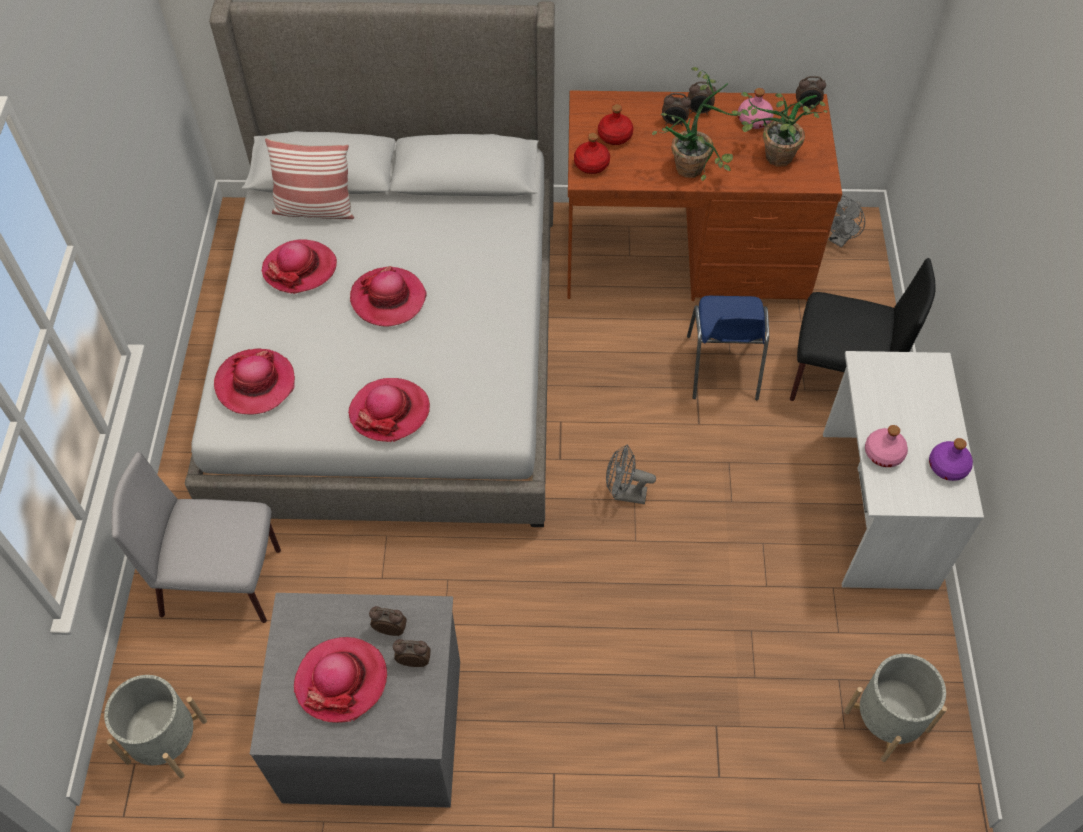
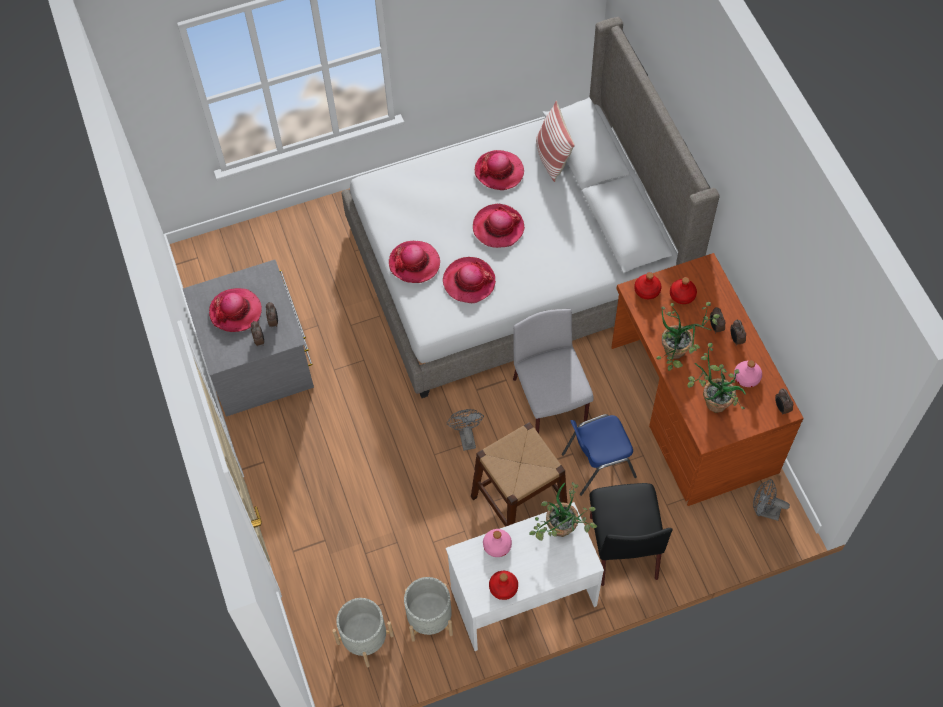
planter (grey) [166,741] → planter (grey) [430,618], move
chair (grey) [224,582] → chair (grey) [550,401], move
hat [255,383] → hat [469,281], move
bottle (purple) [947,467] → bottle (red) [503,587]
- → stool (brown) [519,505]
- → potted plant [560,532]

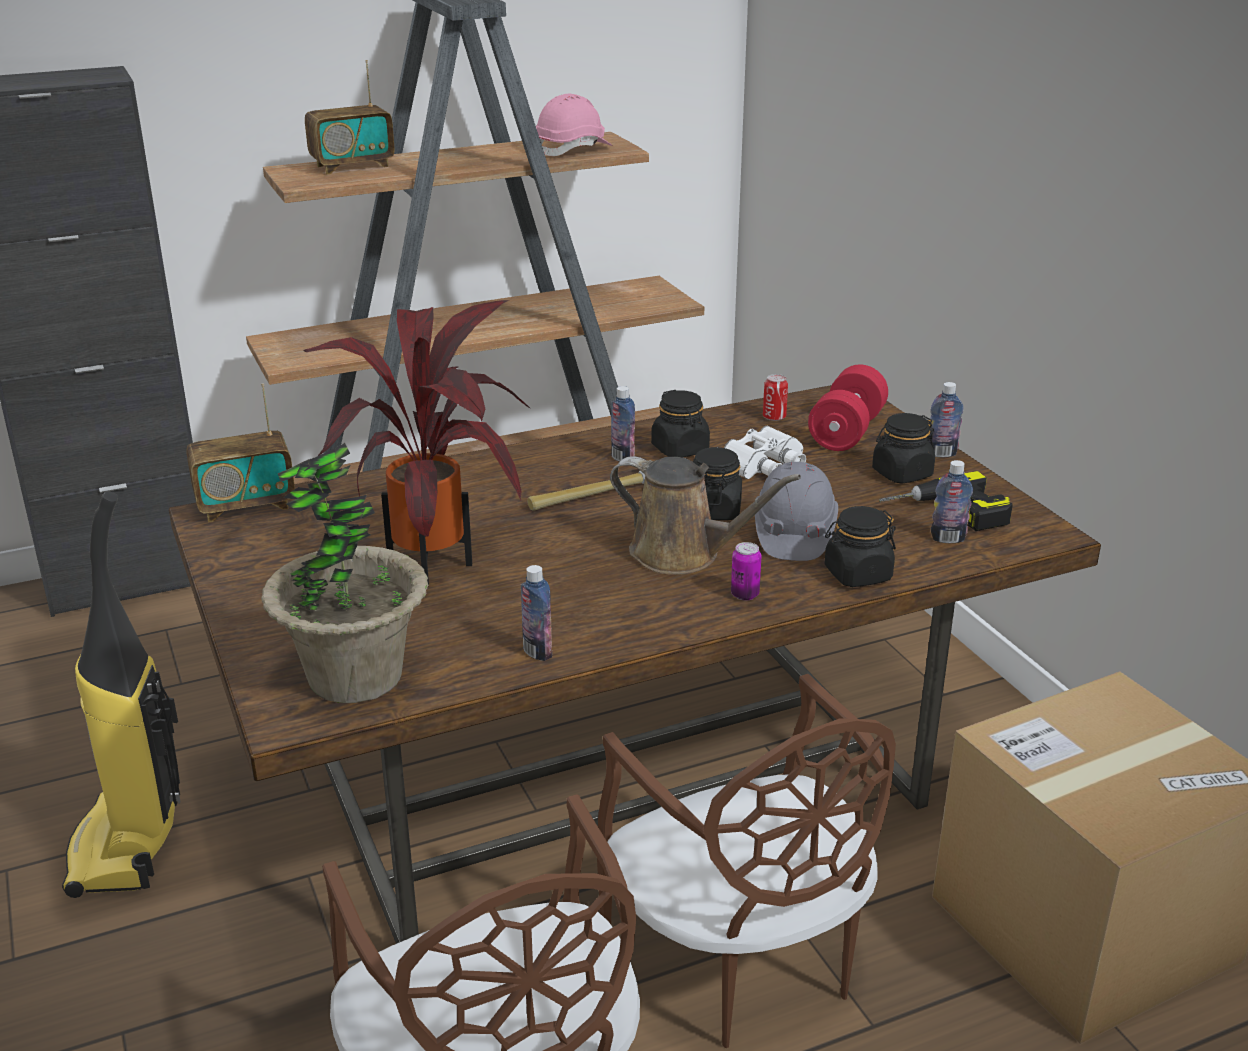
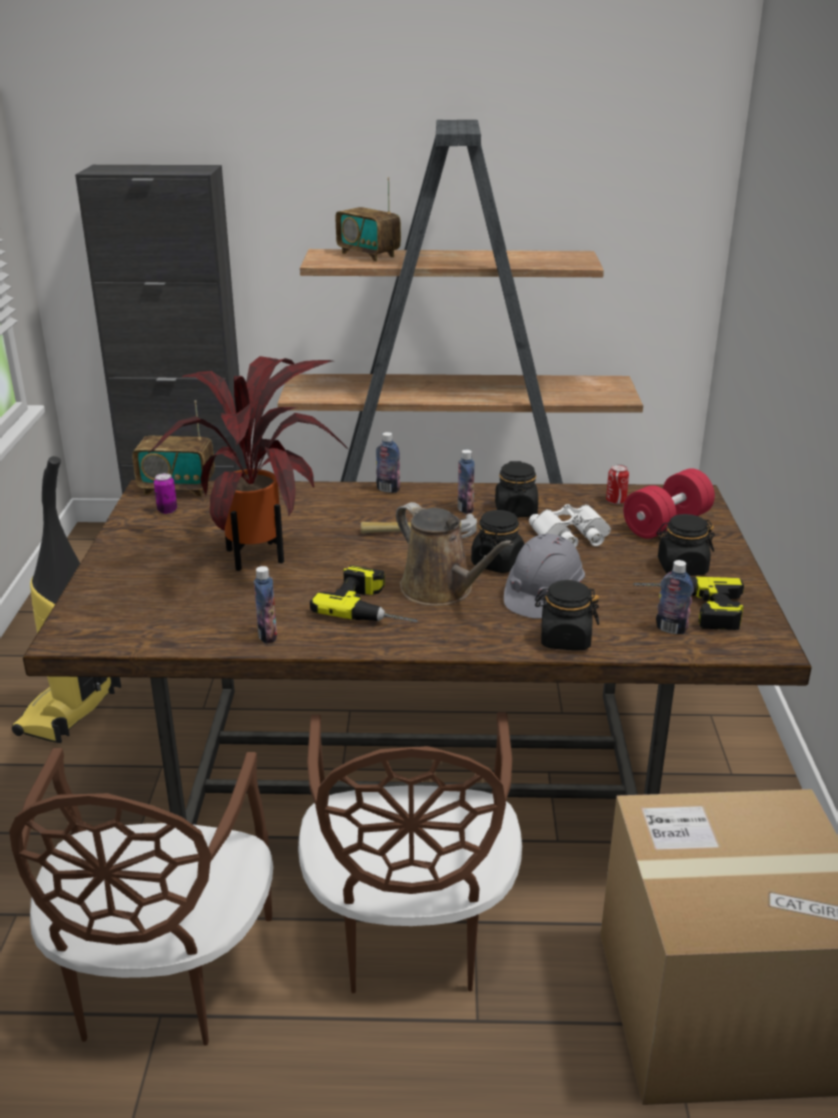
potted plant [355,676] → -
radio [352,166] → radio [368,255], 45 degrees clockwise
hard hat (pink) [573,150] → -
can [745,595] → can [167,510], move
bottle [941,453] → bottle [388,489], move
- → power drill [374,606]

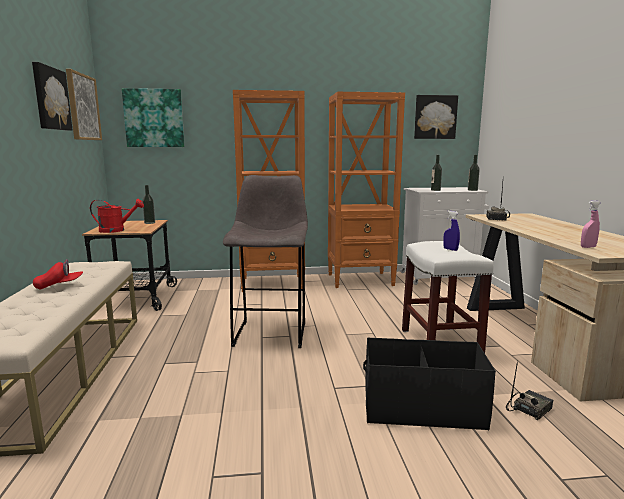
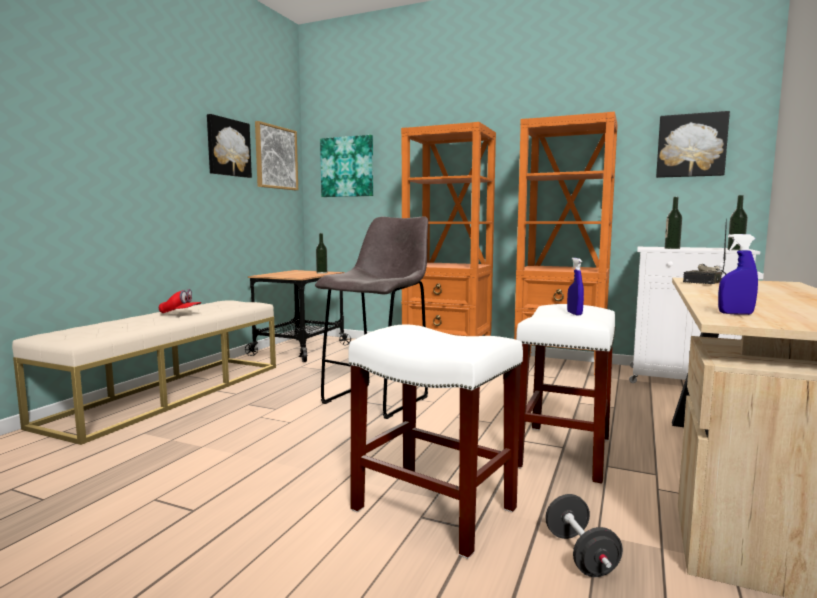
watering can (red) [116,230] → -
storage box (black) [422,408] → stool (white) [432,509]
radio [528,408] → dumbbell (black) [580,555]
spray bottle (pink) [588,247] → spray bottle (blue) [735,314]

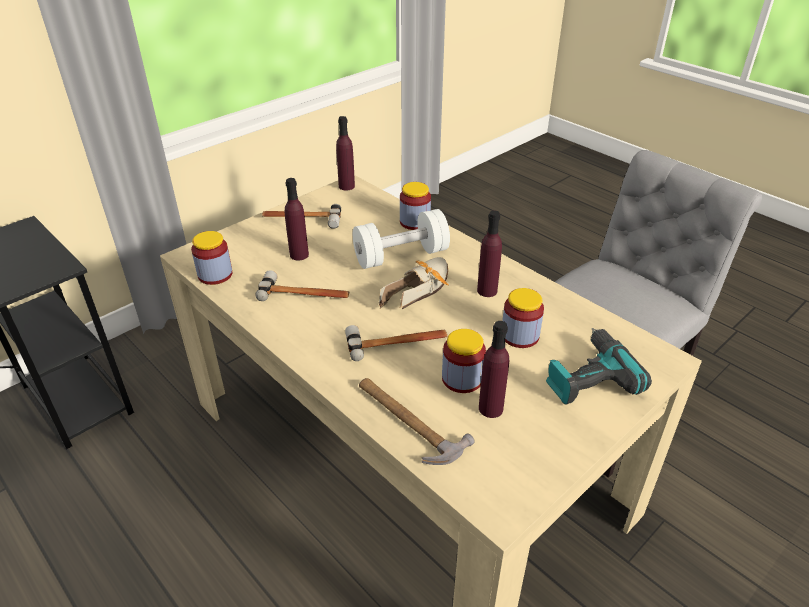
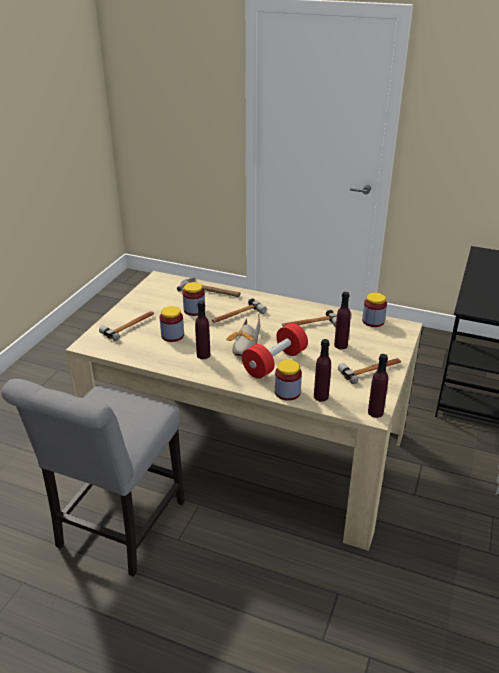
dumbbell (white) [401,256] → dumbbell (red) [275,362]
bottle (purple) [490,408] → bottle (purple) [321,396], move
power drill [588,376] → hammer [130,326]

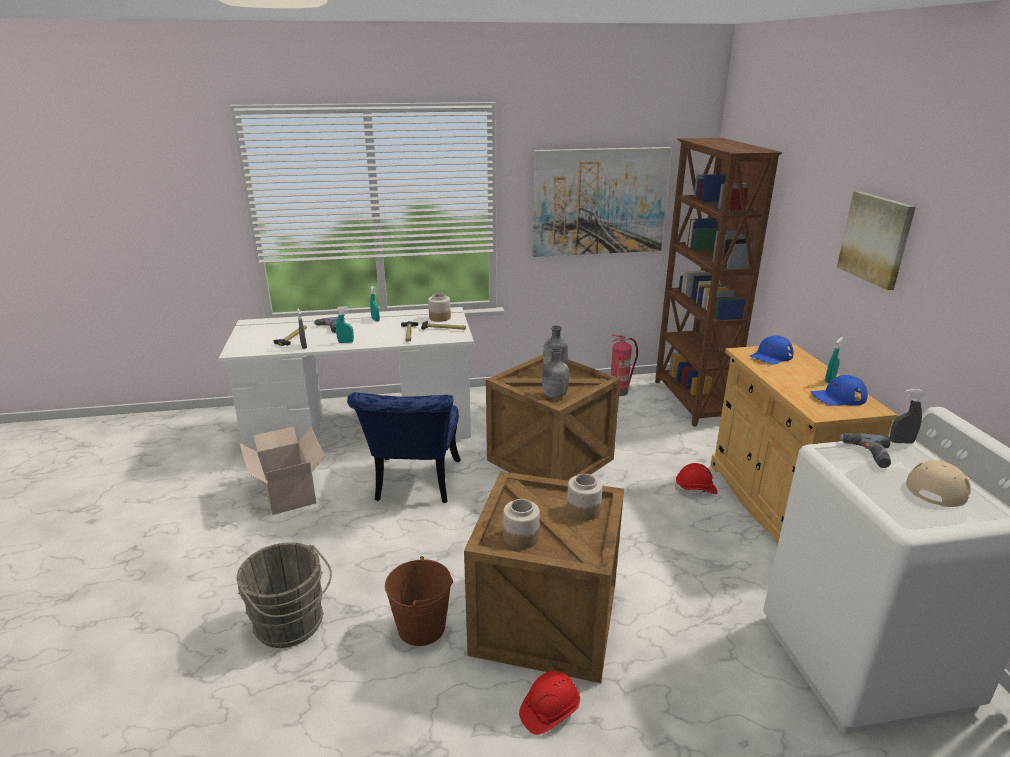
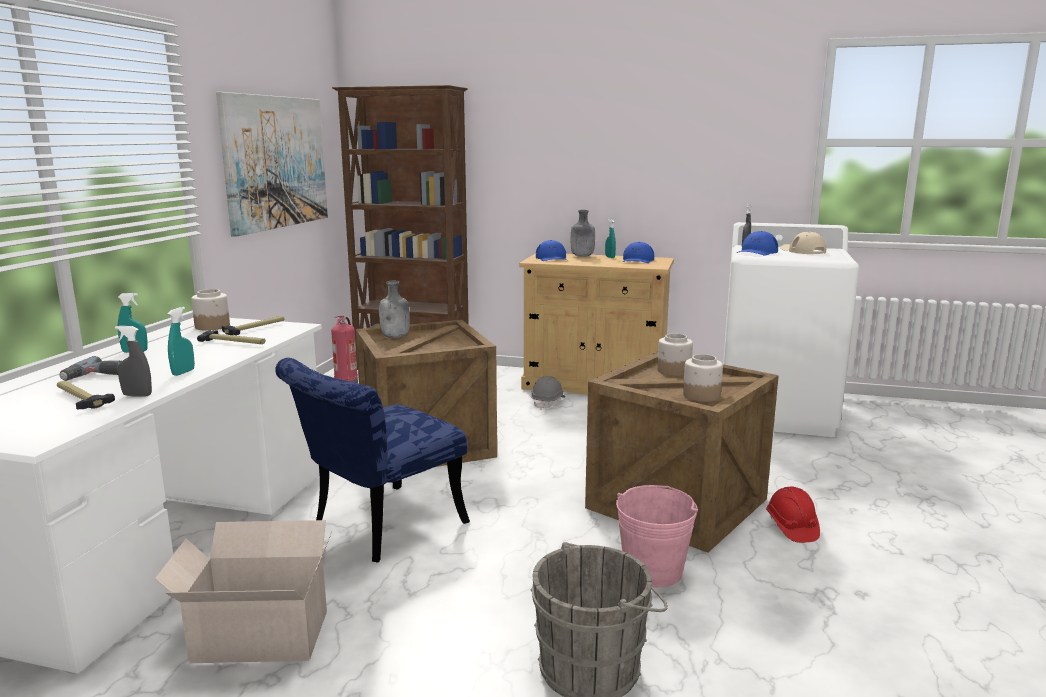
chair (blue) [414,485] → chair (blue) [378,528], 105 degrees clockwise
bucket (brown) [421,627] → bucket (pink) [653,571]
bottle (grey) [554,395] → bottle (grey) [582,256], move
hard hat (red) [695,489] → hard hat (grey) [548,402]
picture [876,239] → -
power drill [866,454] → cap (blue) [757,252]

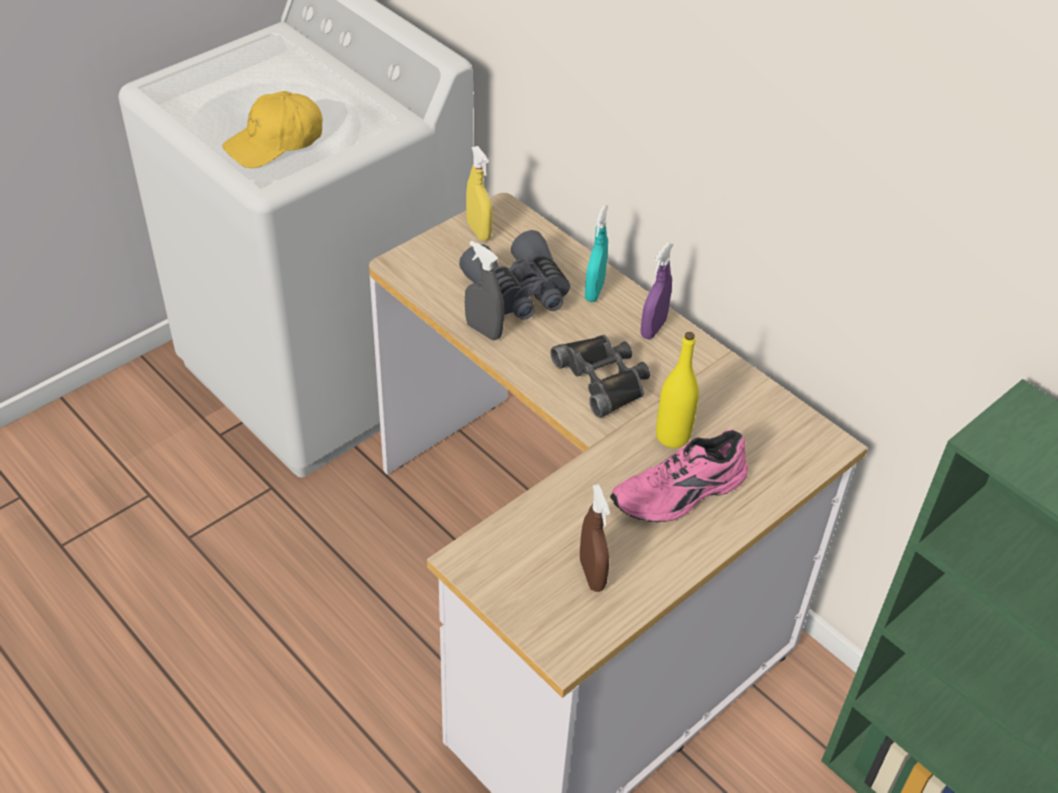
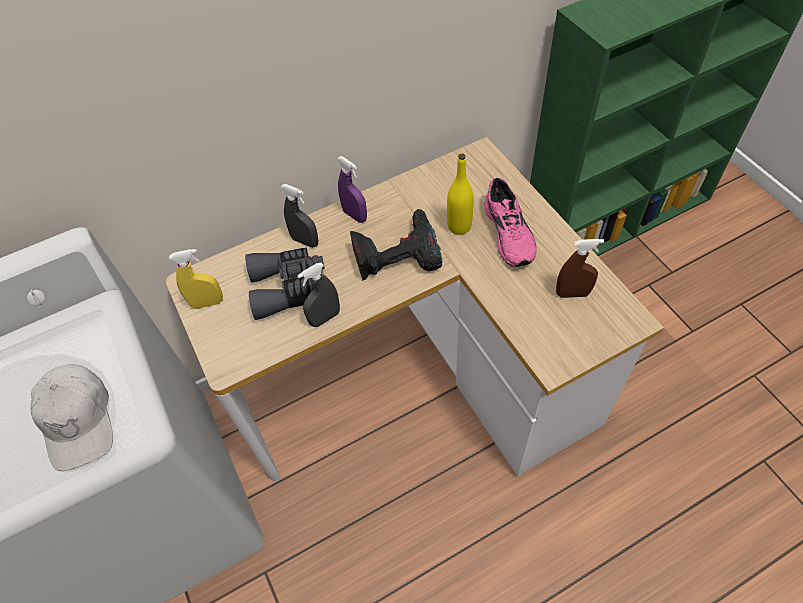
cap (yellow) [275,142] → cap (white) [79,420]
binoculars (black) [603,378] → power drill [396,253]
spray bottle (turquoise) [594,291] → spray bottle (grey) [305,241]

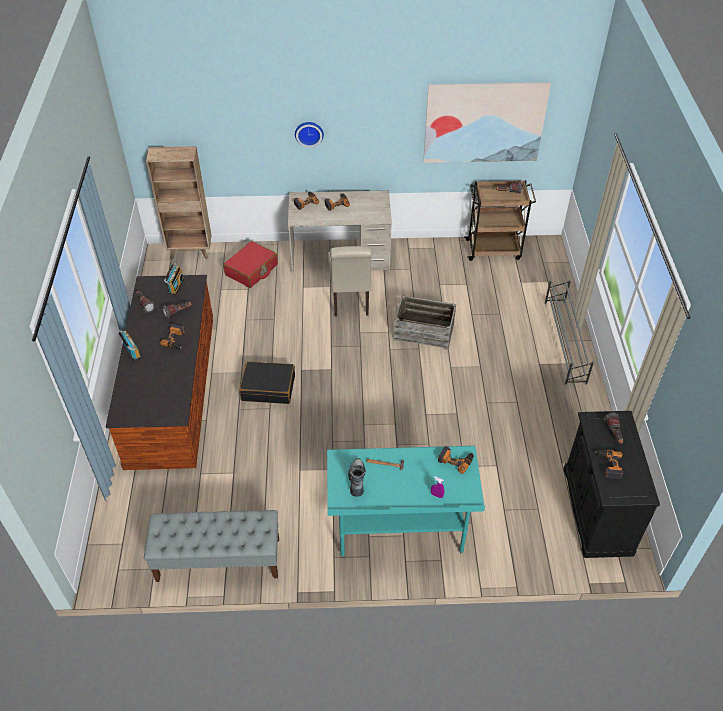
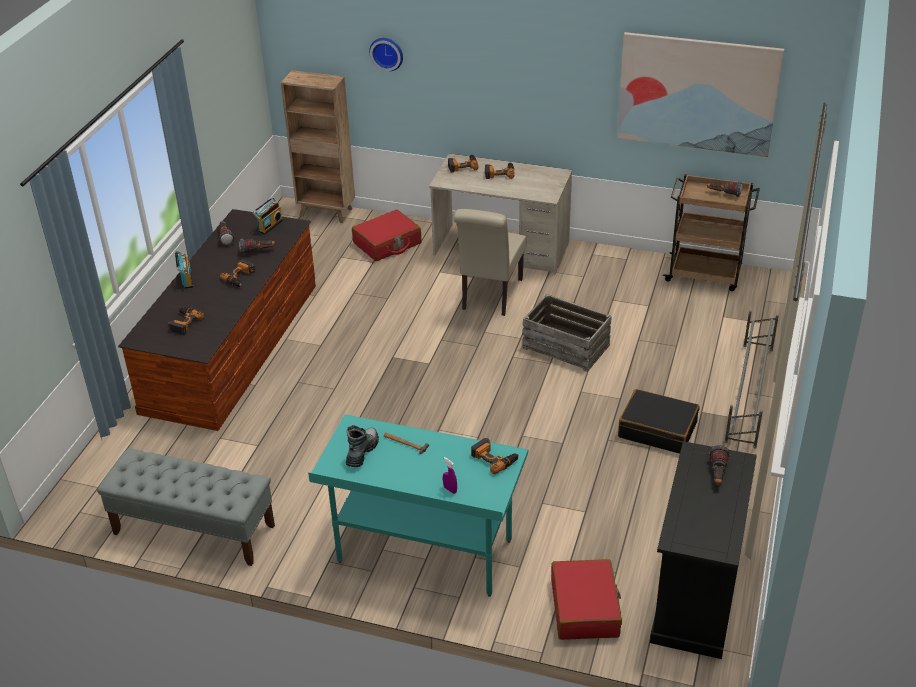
suitcase (black) [268,388] → suitcase (black) [657,430], move
wall clock [309,133] → wall clock [387,53], move
power drill [608,465] → power drill [183,323], move
- → suitcase (red) [585,608]

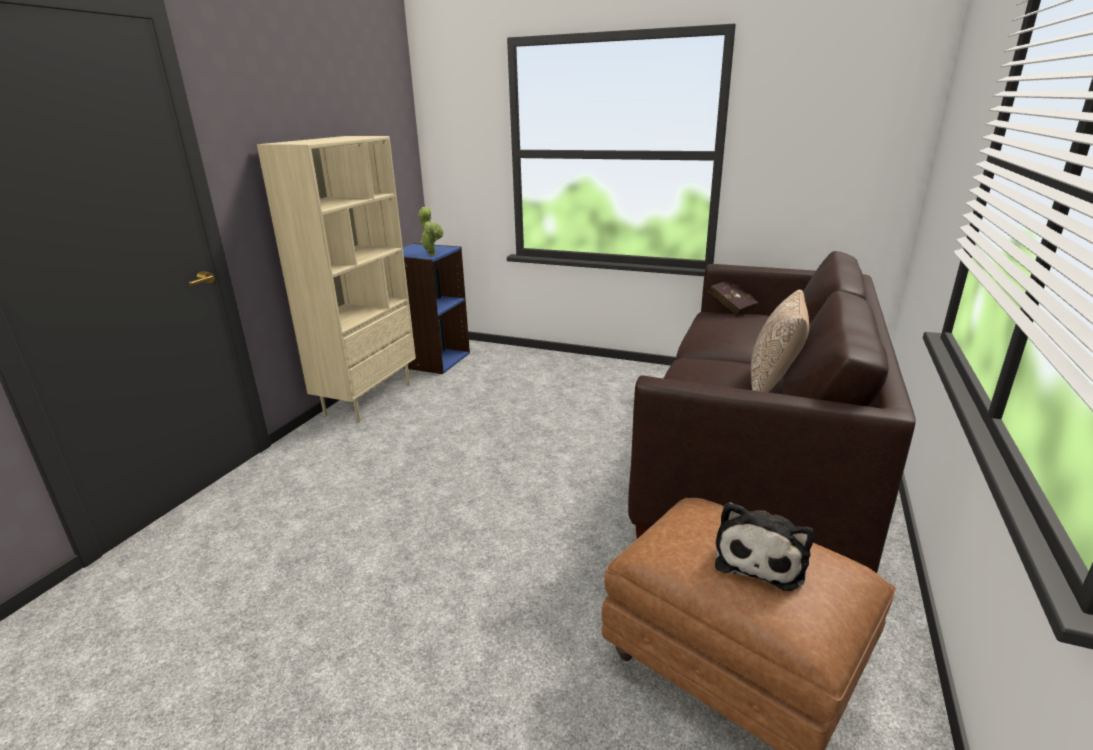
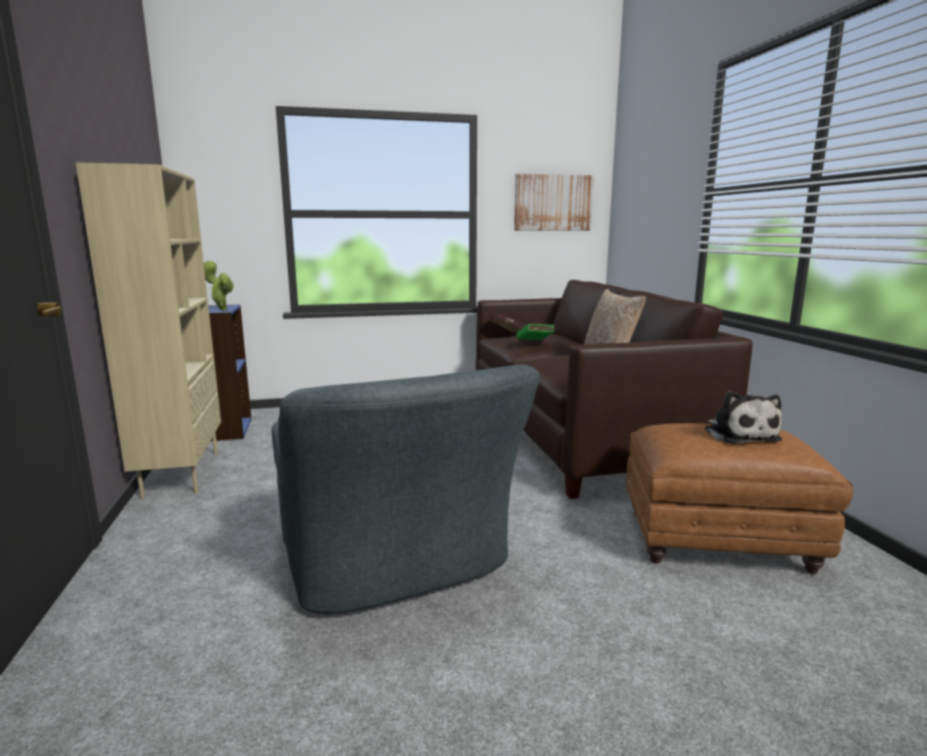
- → armchair (grey) [396,562]
- → picture [553,203]
- → book (green) [534,343]

